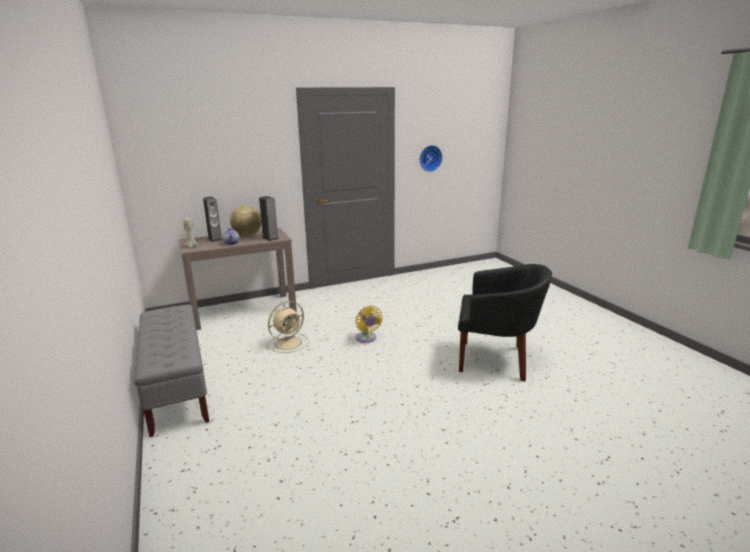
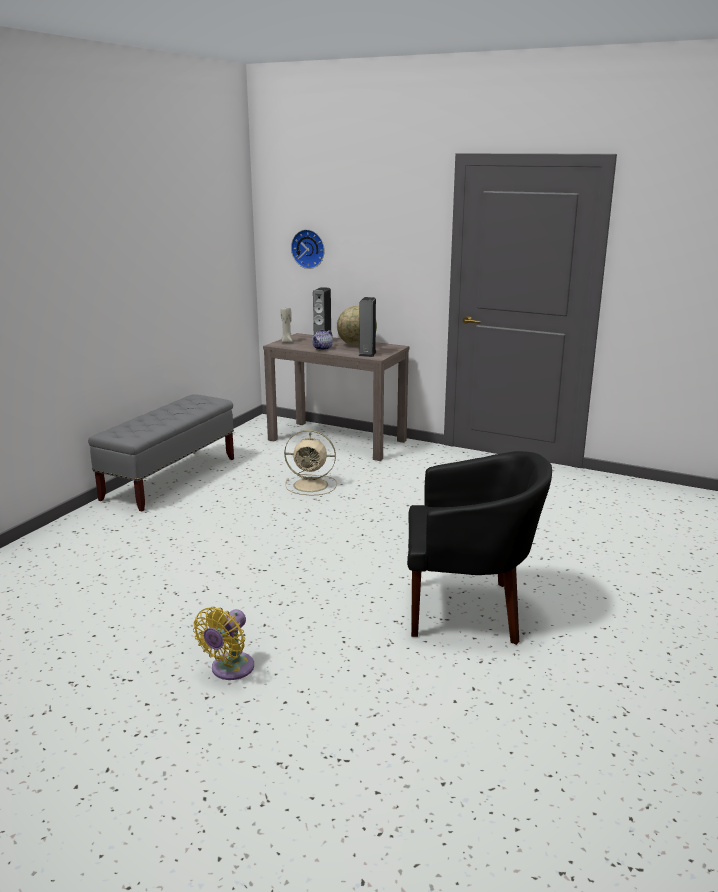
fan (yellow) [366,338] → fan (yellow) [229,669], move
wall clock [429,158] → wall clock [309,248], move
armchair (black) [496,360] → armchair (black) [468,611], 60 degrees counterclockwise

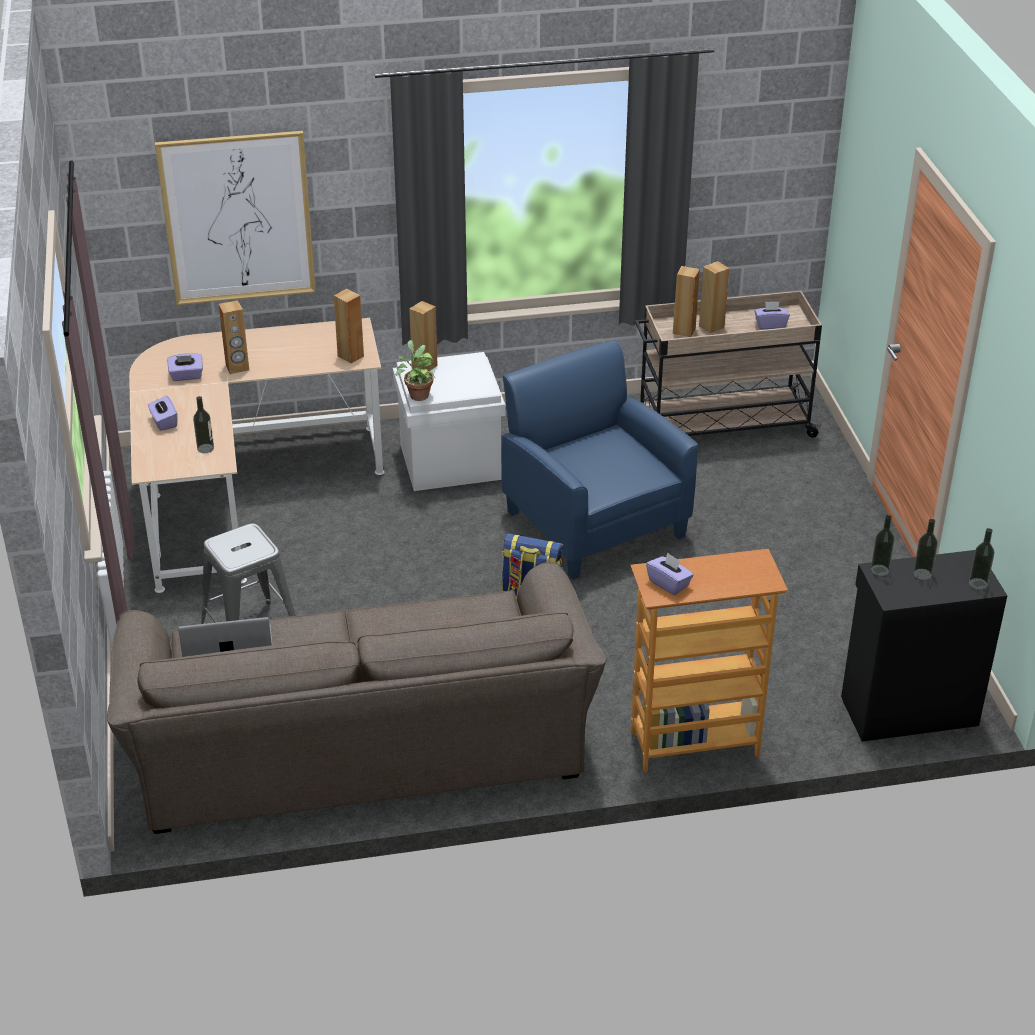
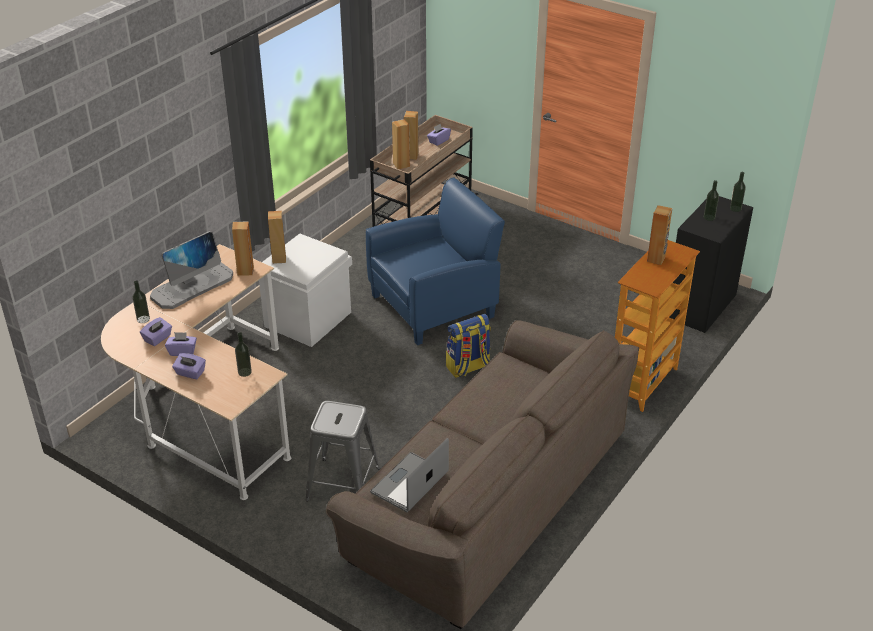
picture [238,218] → -
speaker (brown) [237,367] → speaker (brown) [656,259], move
potted plant [417,394] → -
armchair (blue) [594,522] → armchair (blue) [434,306], 135 degrees clockwise
tissue box (purple) [669,583] → tissue box (purple) [182,351], move
bottle [879,570] → bottle [143,319], move
- → monitor [193,286]

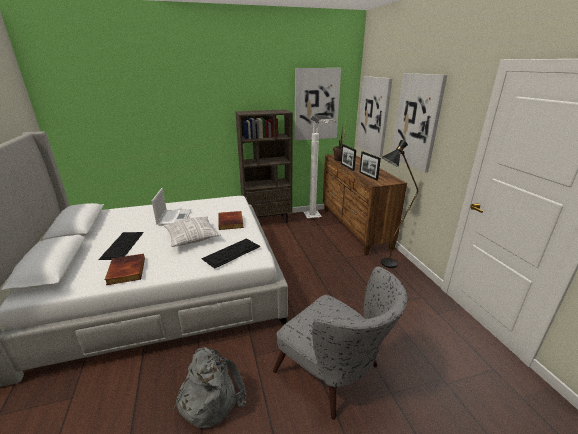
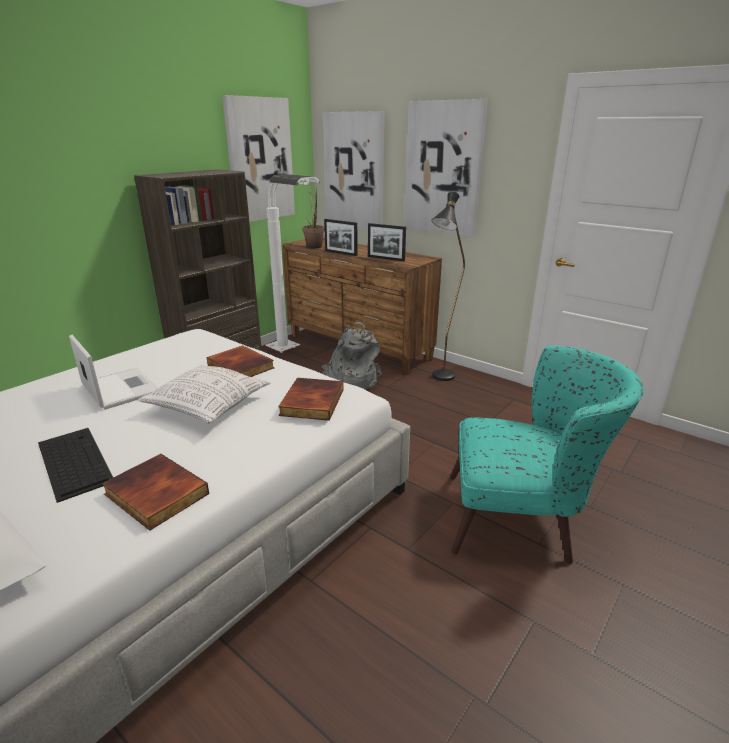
backpack (grey) [210,396] → backpack (grey) [351,380], move
keyboard [232,252] → book [311,402]
armchair (grey) [335,375] → armchair (turquoise) [522,519]

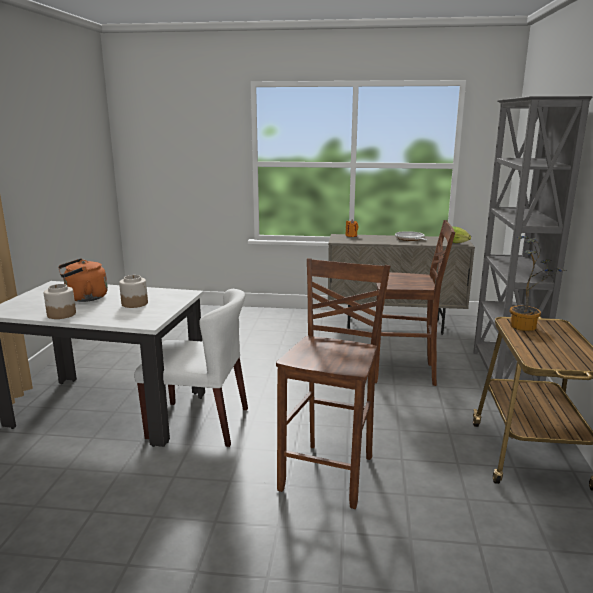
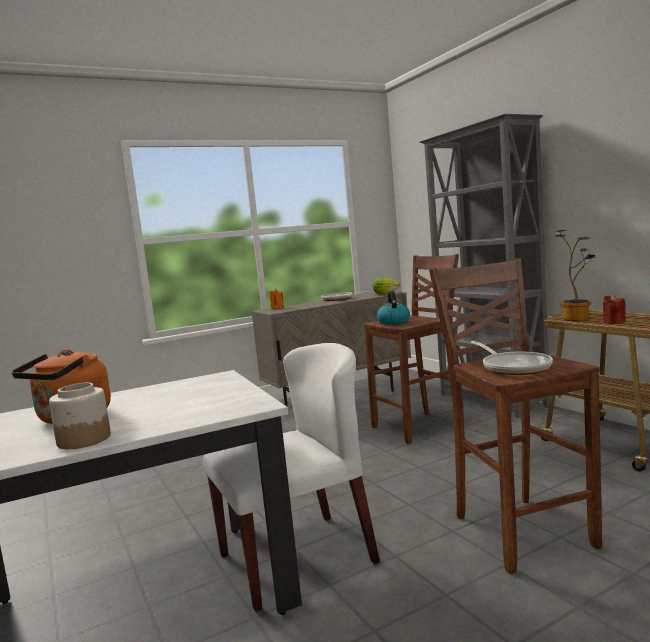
jar [134,303] → -
- → kettle [393,322]
- → frying pan [513,367]
- → candle (red) [614,322]

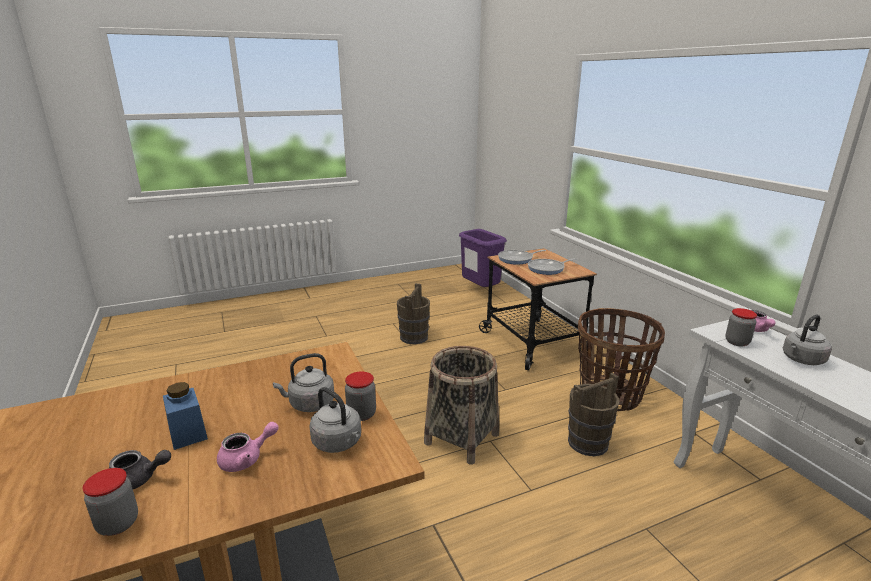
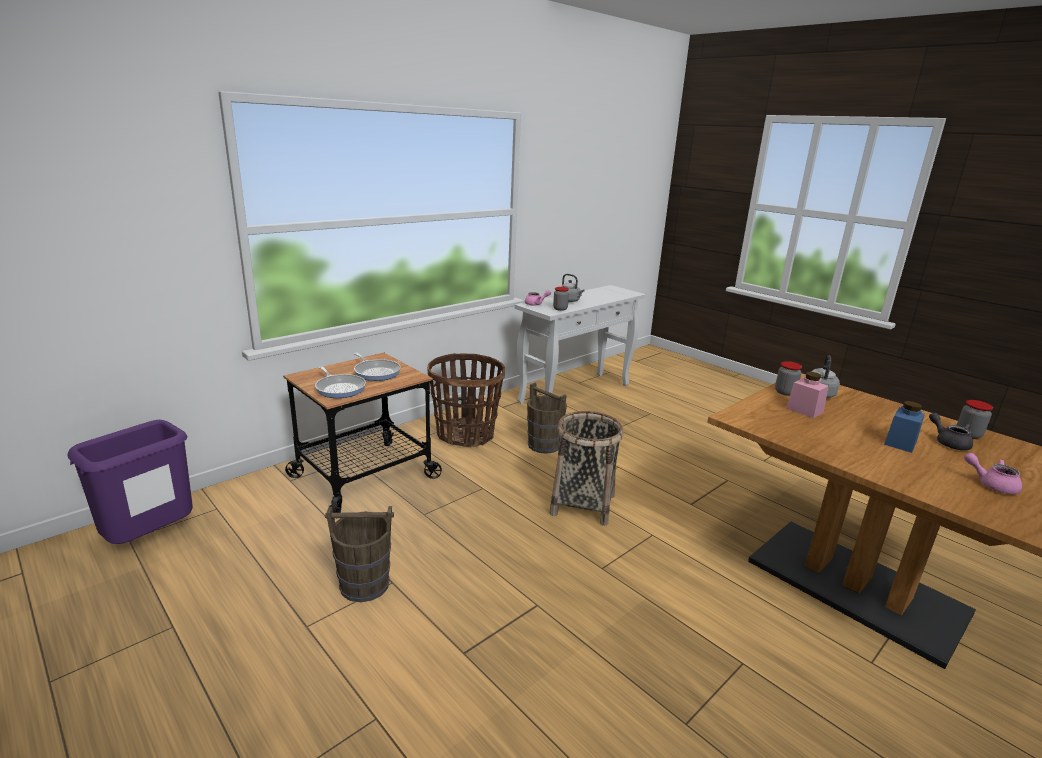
teapot (pink) [247,459] → teapot (pink) [991,484], move
kettle (grey) [309,404] → jar (pink) [804,410]

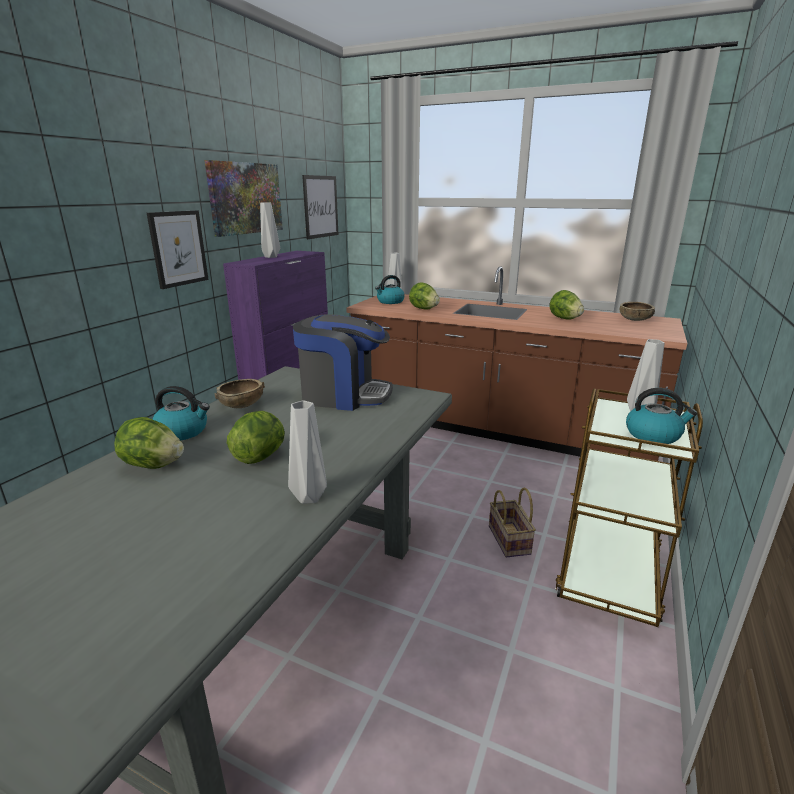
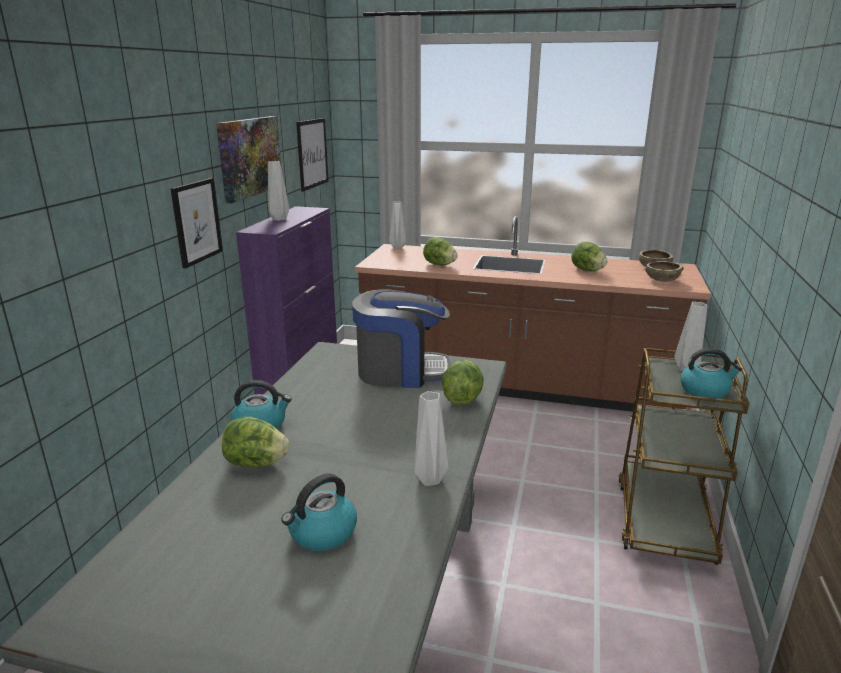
bowl (brown) [242,405] → bowl (brown) [662,280], move
lettuce [261,456] → lettuce [461,399], move
kettle [390,302] → kettle [322,533], move
basket [510,540] → -

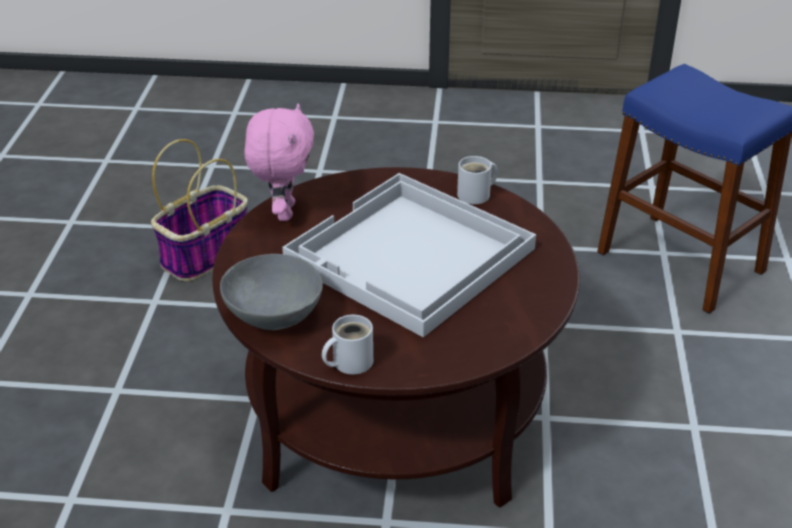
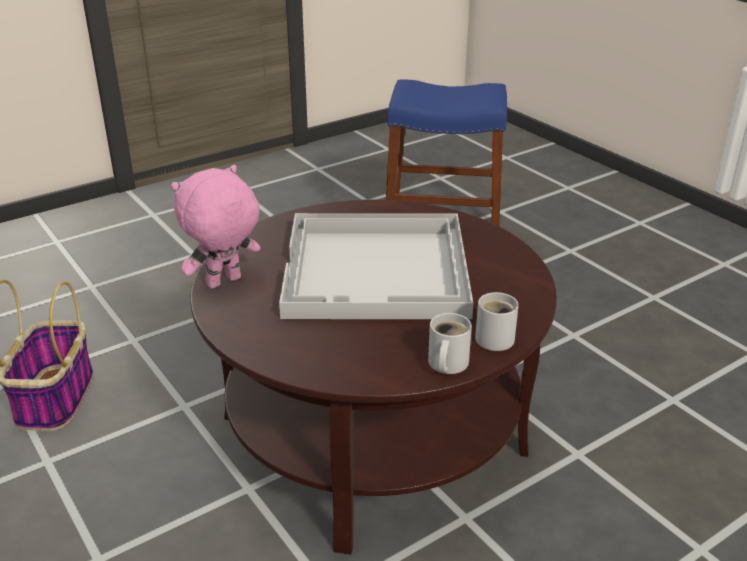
bowl (grey) [274,315] → -
plush toy (pink) [283,212] → plush toy (pink) [224,283], 90 degrees counterclockwise
mug (white) [477,195] → mug (white) [497,337], move

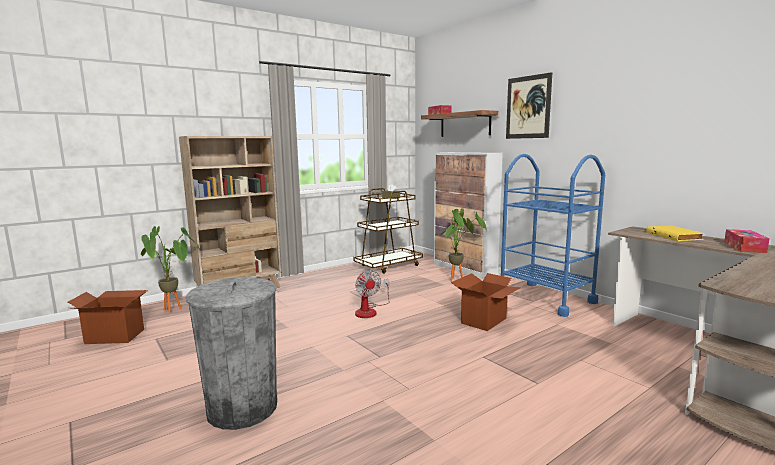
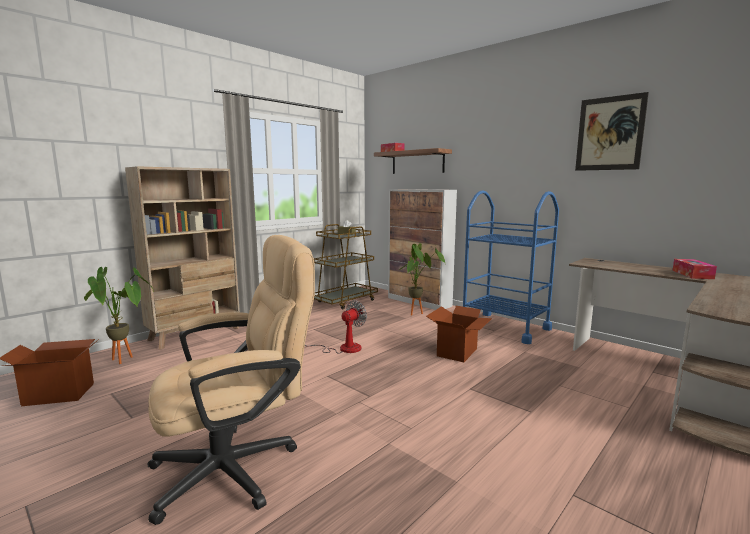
trash can (grey) [242,408] → office chair (beige) [239,467]
fan [370,311] → fan [342,348], 105 degrees counterclockwise
picture [528,107] → picture [609,133], move
book (yellow) [675,236] → -

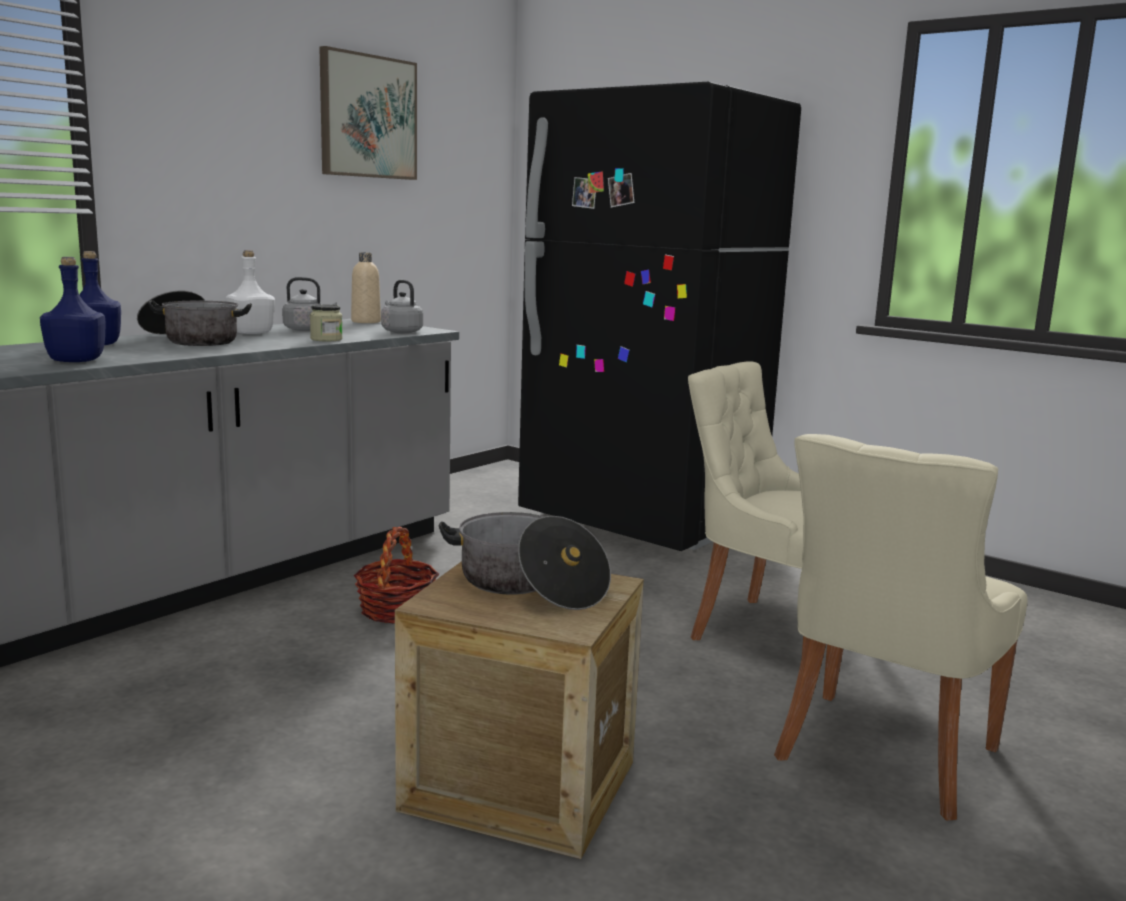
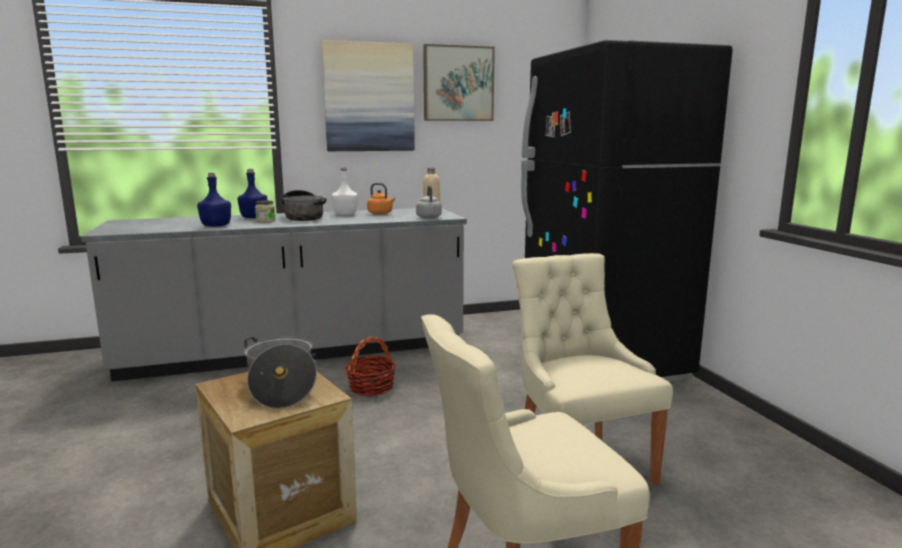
kettle (grey) [307,330] → kettle (orange) [381,213]
jar [326,339] → jar [265,221], move
- → picture [369,97]

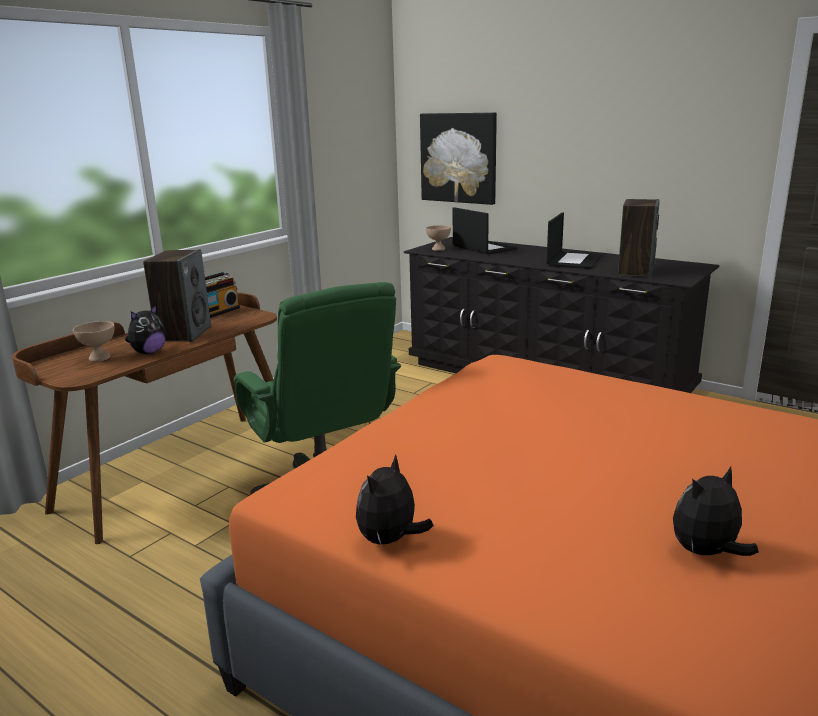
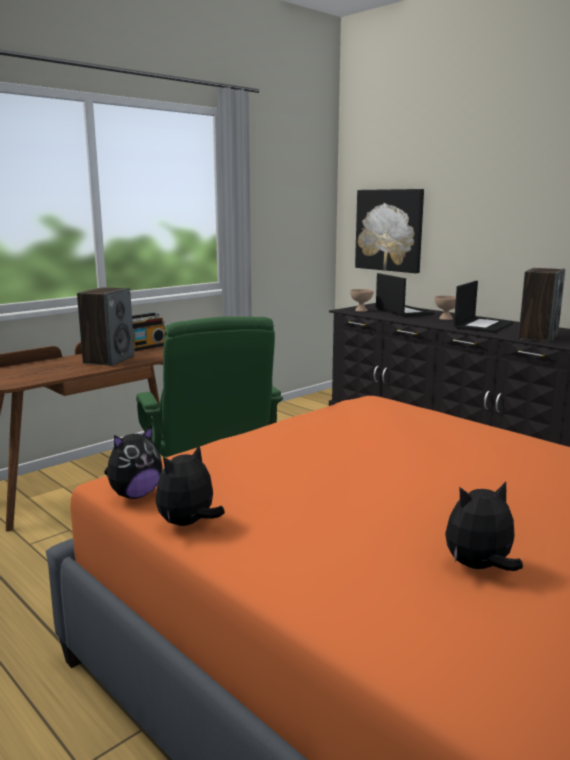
bowl (beige) [98,358] → bowl (beige) [445,319], move
plush toy [149,352] → plush toy [135,495], move

